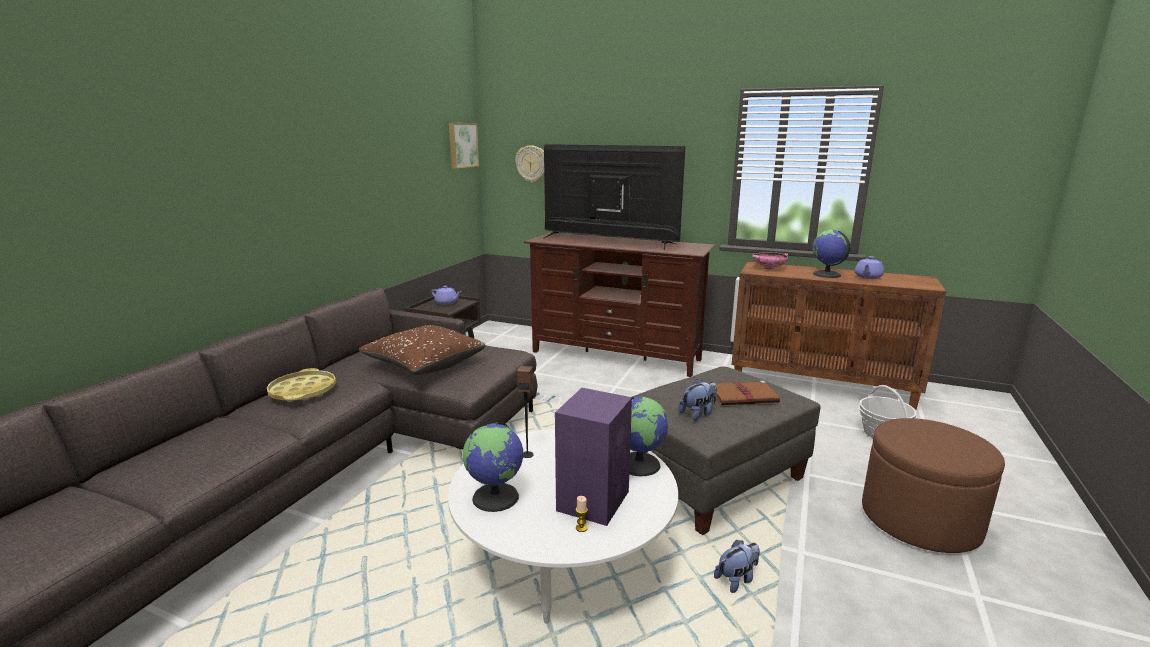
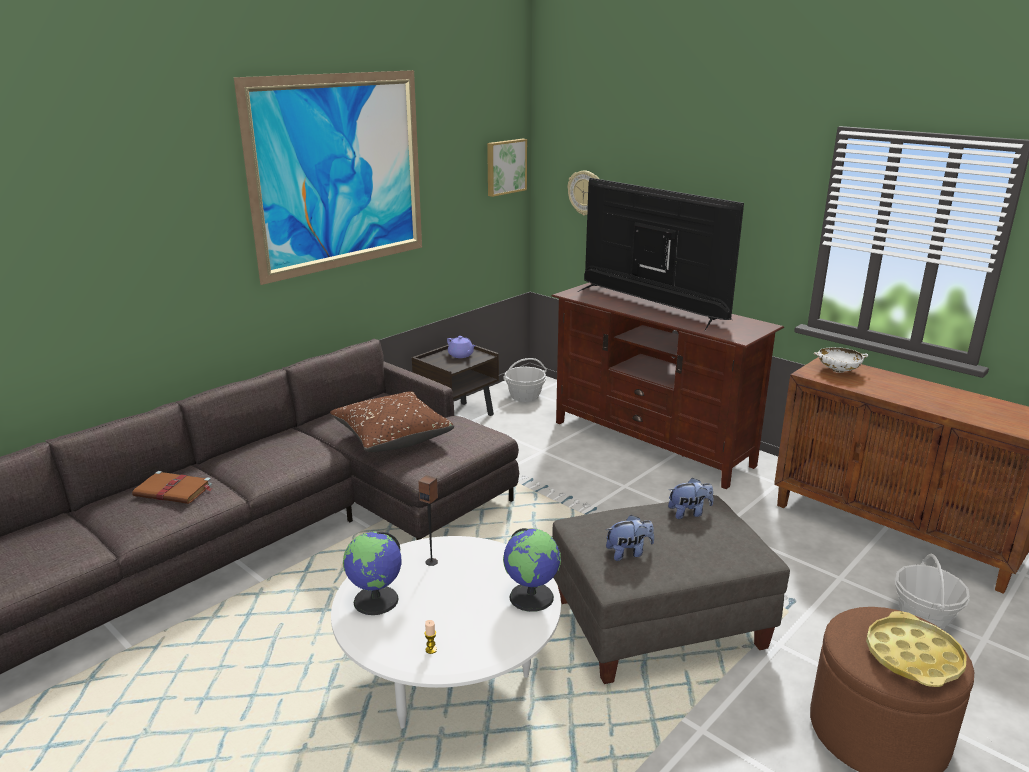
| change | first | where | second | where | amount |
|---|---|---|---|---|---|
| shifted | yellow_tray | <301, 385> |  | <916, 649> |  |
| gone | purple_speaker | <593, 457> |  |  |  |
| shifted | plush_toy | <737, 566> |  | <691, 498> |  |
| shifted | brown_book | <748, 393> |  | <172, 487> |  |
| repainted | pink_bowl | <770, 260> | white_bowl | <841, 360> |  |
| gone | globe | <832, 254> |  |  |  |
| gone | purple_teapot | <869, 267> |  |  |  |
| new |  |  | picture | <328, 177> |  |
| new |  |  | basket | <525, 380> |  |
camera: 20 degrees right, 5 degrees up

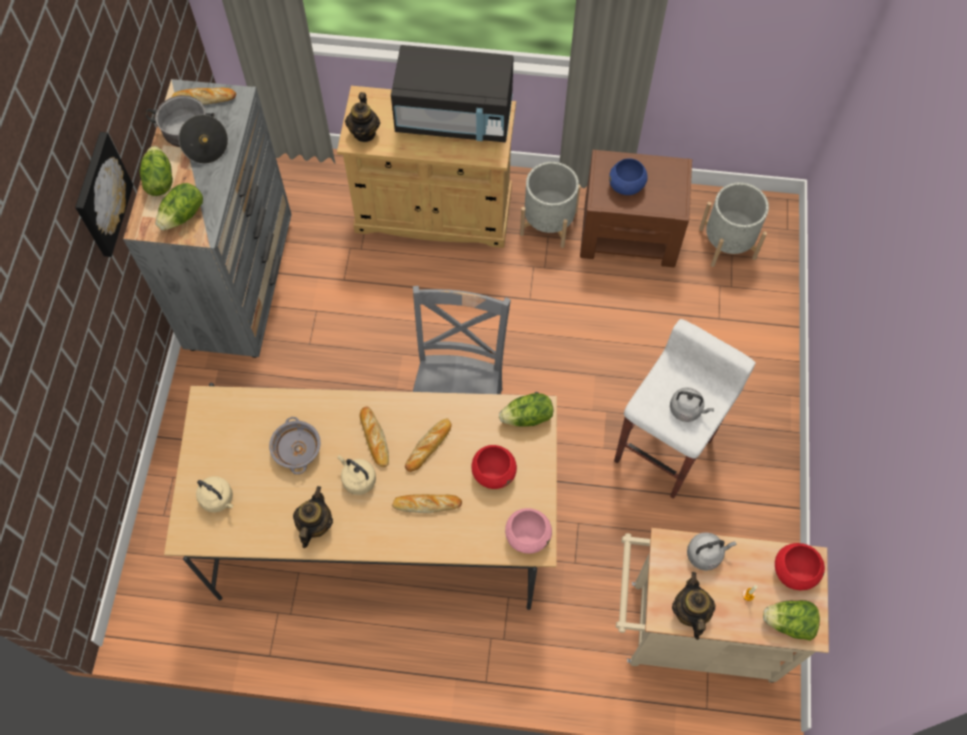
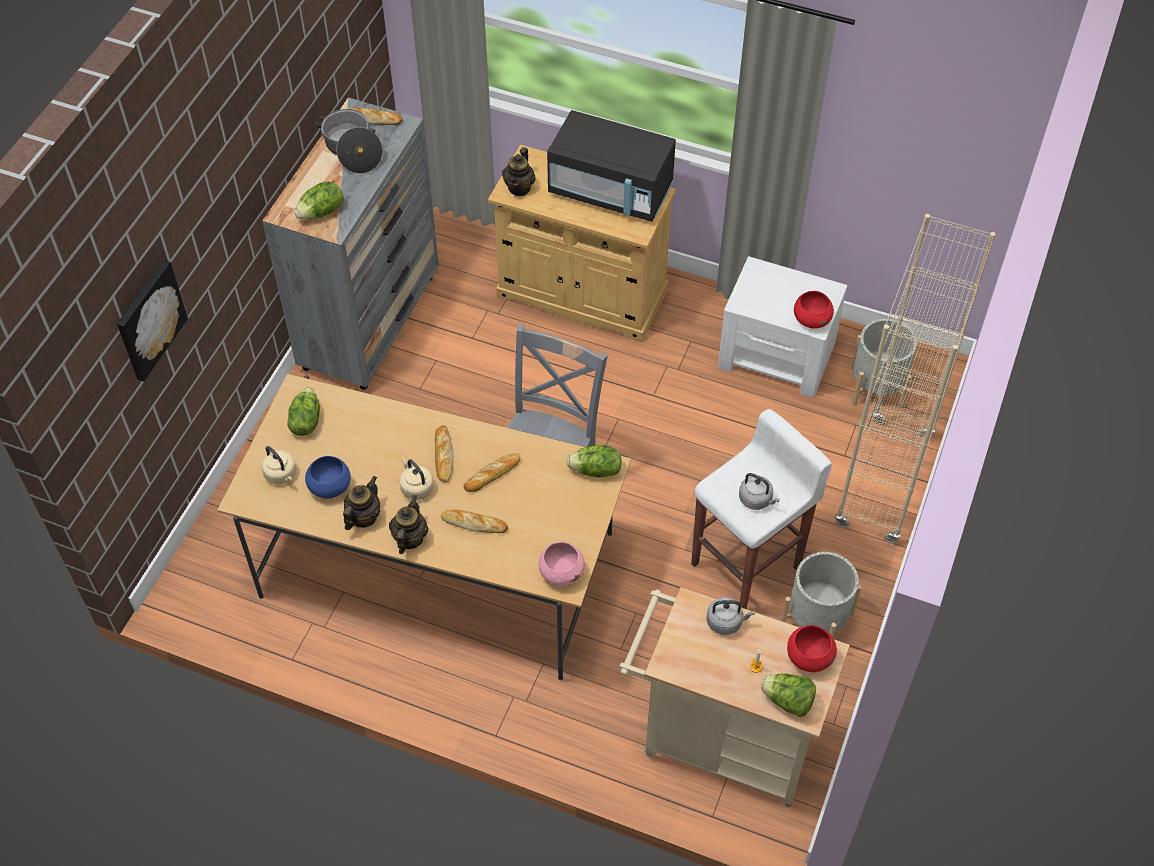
| change | first | where | second | where | amount |
|---|---|---|---|---|---|
| shifted | picture | <104, 194> |  | <152, 321> |  |
| shifted | lettuce | <156, 171> |  | <303, 411> |  |
| gone | grey_bowl | <295, 445> |  |  |  |
| shifted | red_bowl | <494, 467> |  | <814, 310> |  |
| shifted | grey_planter | <550, 205> |  | <821, 594> |  |
| repainted | brown_nightstand | <636, 208> | white_nightstand | <782, 326> |  |
| shifted | blue_bowl | <628, 176> |  | <328, 477> |  |
| shifted | teapot | <694, 606> |  | <408, 524> |  |
| new |  |  | beige_bookcase | <915, 379> |  |
camera: 15 degrees right, 10 degrees down

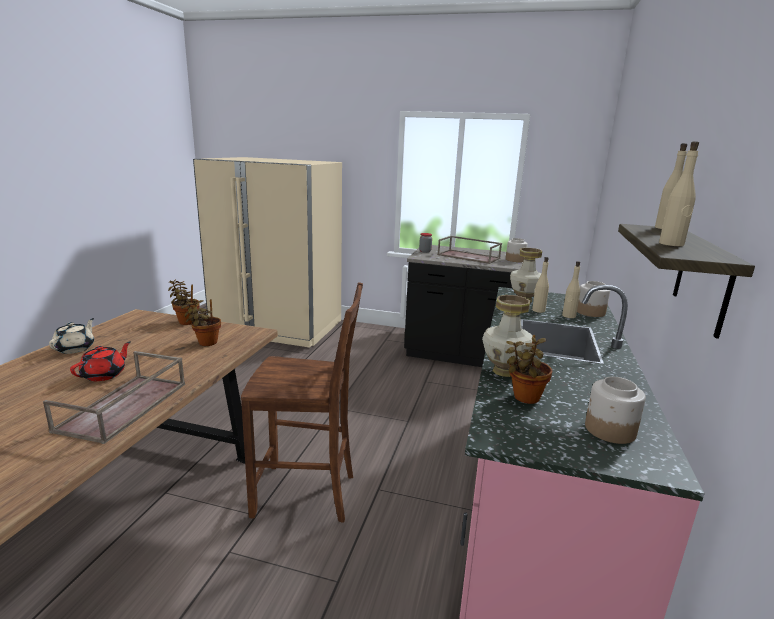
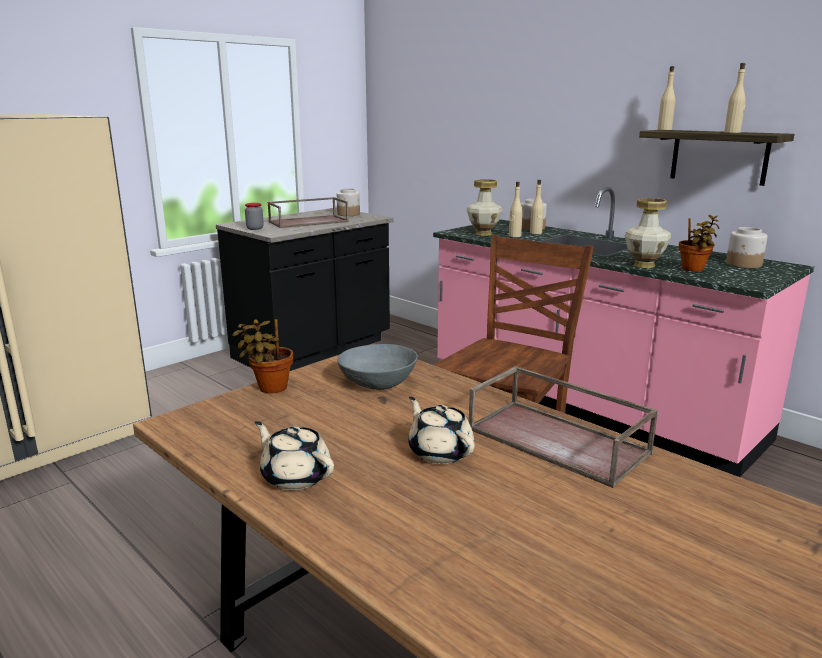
| change | first | where | second | where | amount |
|---|---|---|---|---|---|
| repainted | red_teapot | <100, 361> | beige_teapot | <441, 430> |  |
| swapped | potted_plant | <201, 322> | grey_bowl | <377, 367> |  |
camera: 60 degrees left, 0 degrees up

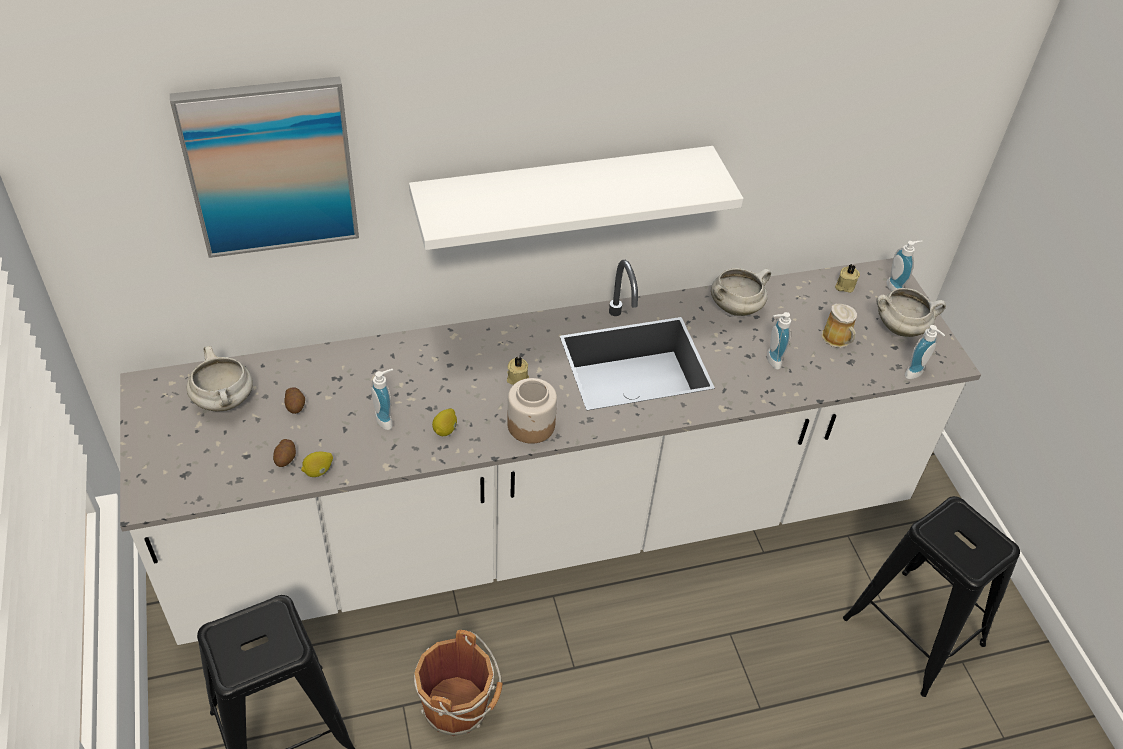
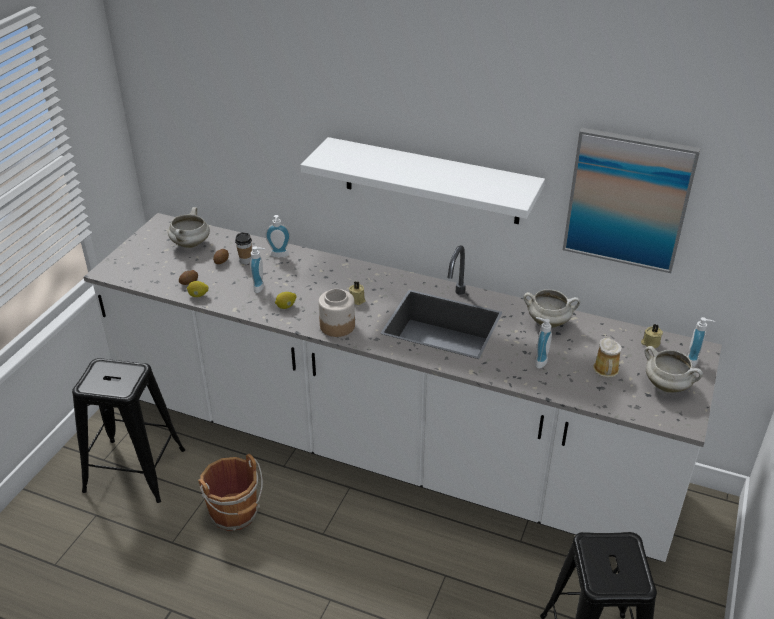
| change | first | where | second | where | amount |
|---|---|---|---|---|---|
| shifted | picture | <264, 167> |  | <632, 200> |  |
| shifted | soap_dispenser | <925, 352> |  | <278, 236> |  |
| new |  |  | cup | <243, 248> |  |
camera: 40 degrees right, 10 degrees down

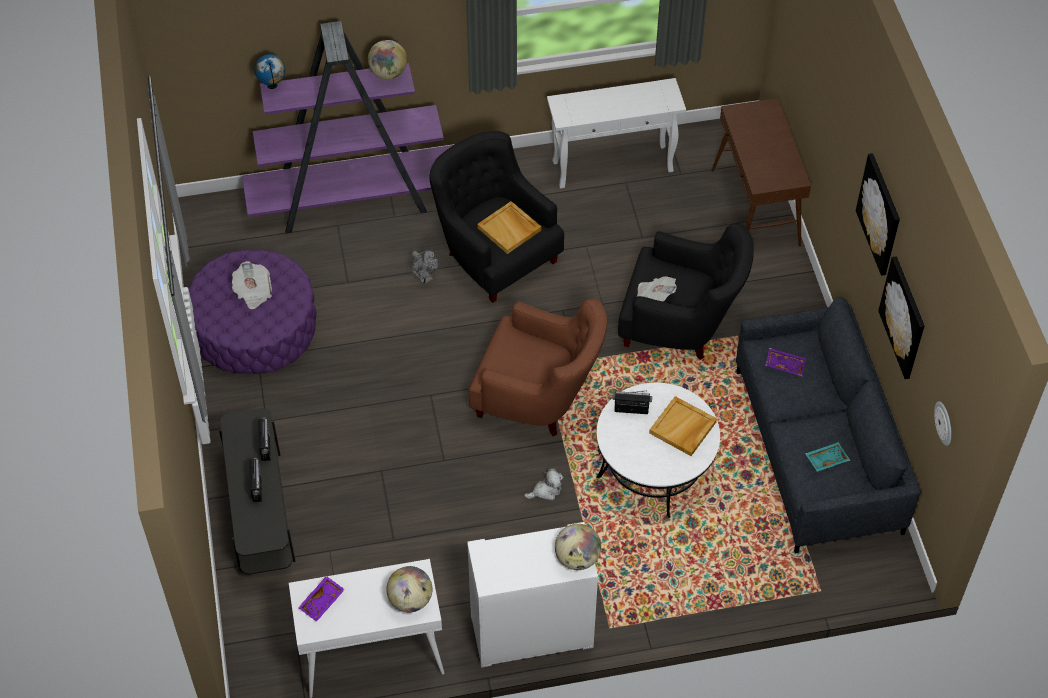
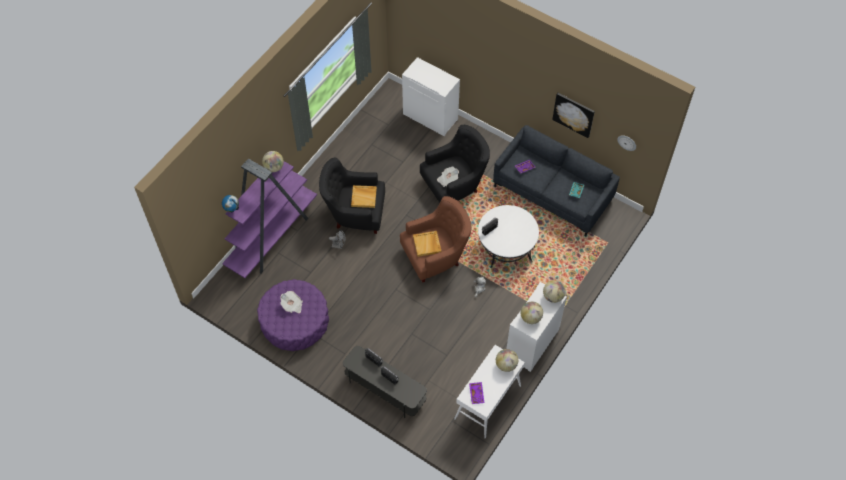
| change | first | where | second | where | amount |
|---|---|---|---|---|---|
| gone | white_console_table | <616, 133> |  |  |  |
| shifted | beige_tray | <683, 426> |  | <427, 244> |  |
| swapped | brown_console_table | <761, 172> | white_cabinet | <431, 96> |  |
| gone | picture | <878, 214> |  |  |  |
| new |  |  | globe | <532, 313> |  |
camera: 45 degrees left, 5 degrees up

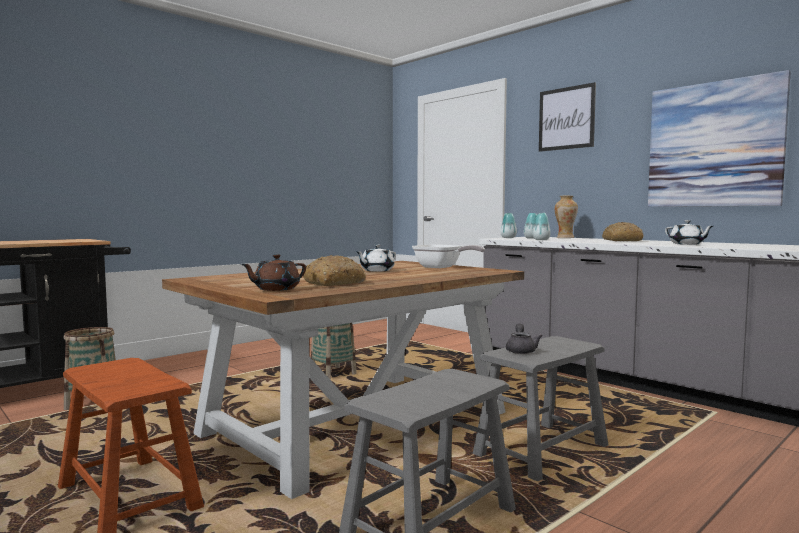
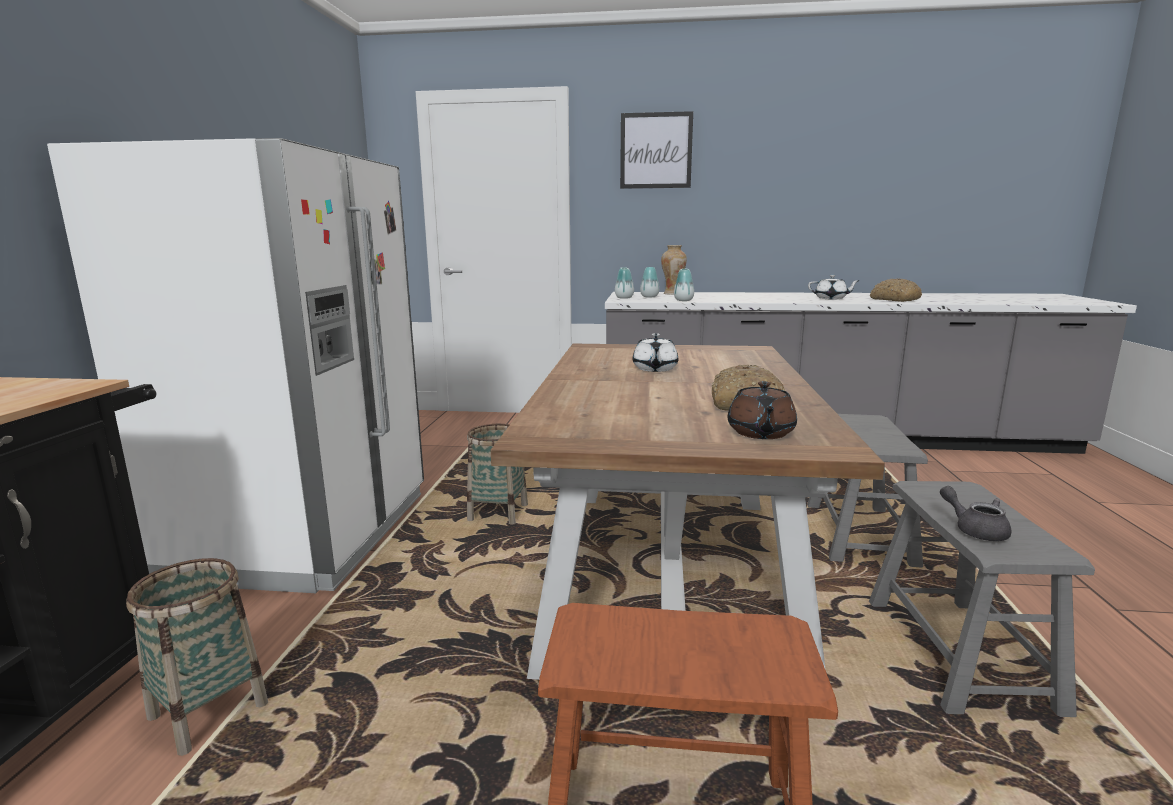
| change | first | where | second | where | amount |
|---|---|---|---|---|---|
| gone | frying_pan | <448, 256> |  |  |  |
| shifted | grey_teapot | <524, 339> |  | <976, 513> |  |
| shifted | bread | <623, 231> |  | <896, 290> |  |
| gone | picture | <719, 138> |  |  |  |
| new |  |  | white_fridge | <235, 365> |  |
camera: 40 degrees left, 10 degrees up

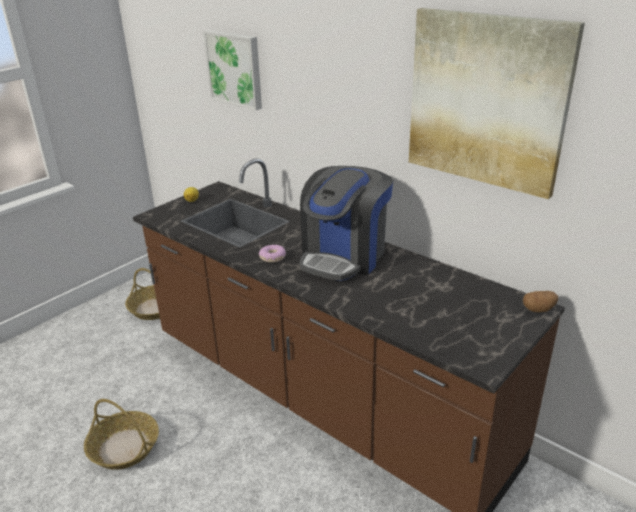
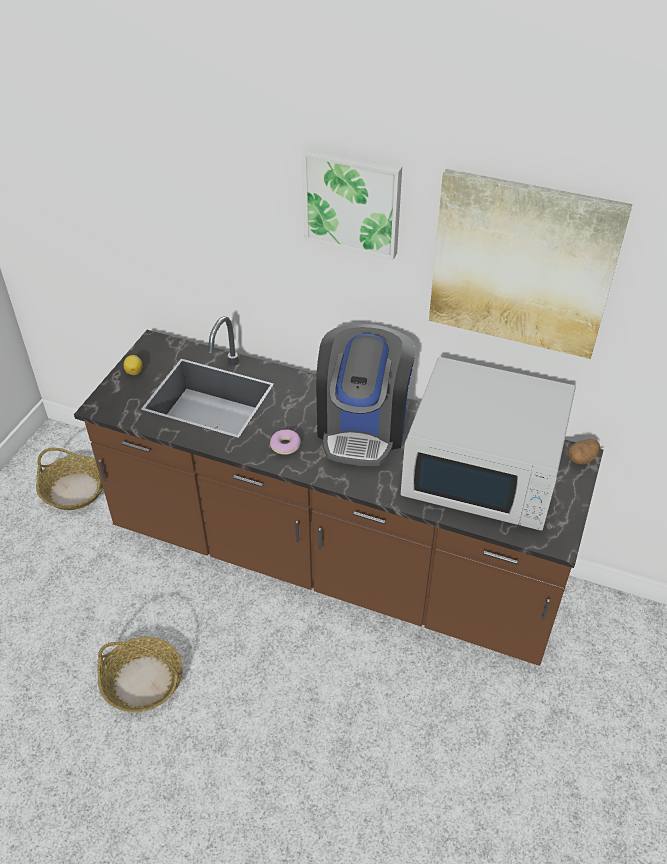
| change | first | where | second | where | amount |
|---|---|---|---|---|---|
| shifted | picture | <232, 70> |  | <352, 204> |  |
| new |  |  | white_microwave | <488, 443> |  |
camera: 20 degrees left, 15 degrees up

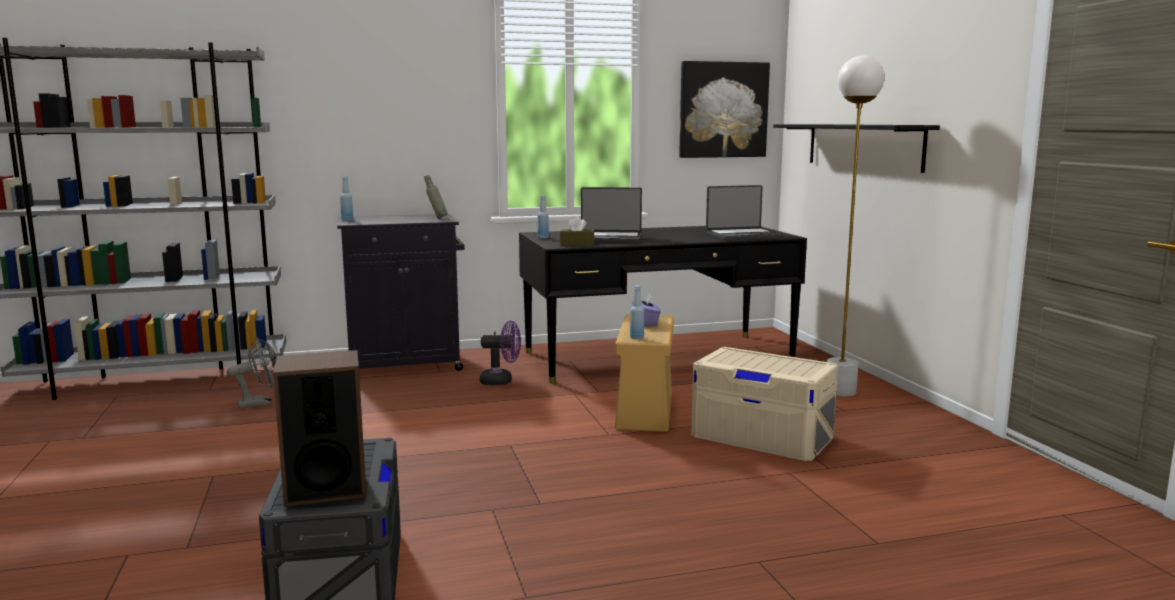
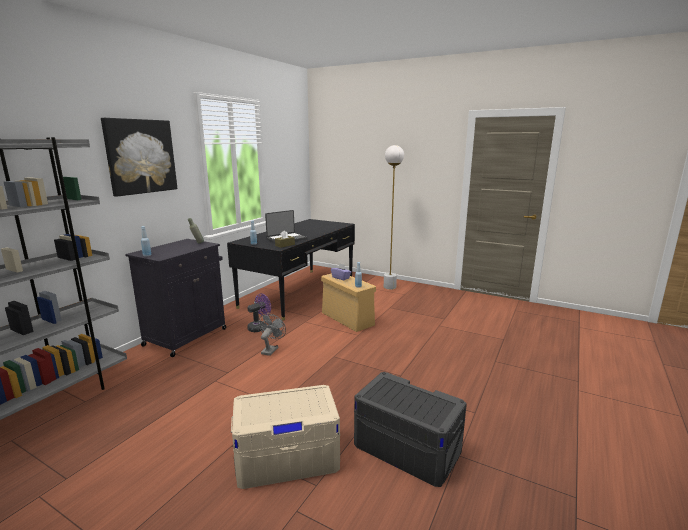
| change | first | where | second | where | amount |
|---|---|---|---|---|---|
| shifted | grey_fan | <252, 372> |  | <272, 335> |  |
| gone | speaker | <319, 428> |  |  |  |
| shifted | picture | <724, 109> |  | <139, 157> |  |
| shifted | beige_storage_box | <764, 404> |  | <285, 437> |  |
| gone | laptop | <743, 212> |  |  |  |
| gone | black_shelf | <856, 148> |  |  |  |
camera: 45 degrees left, 5 degrees up

